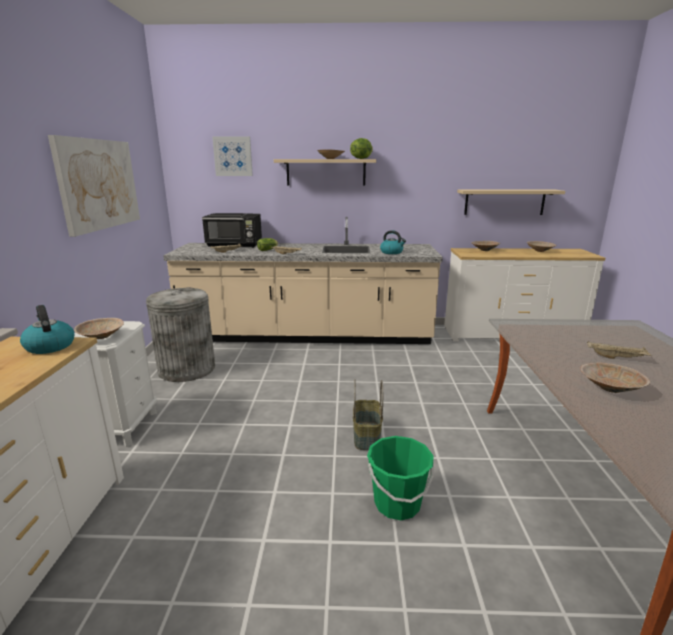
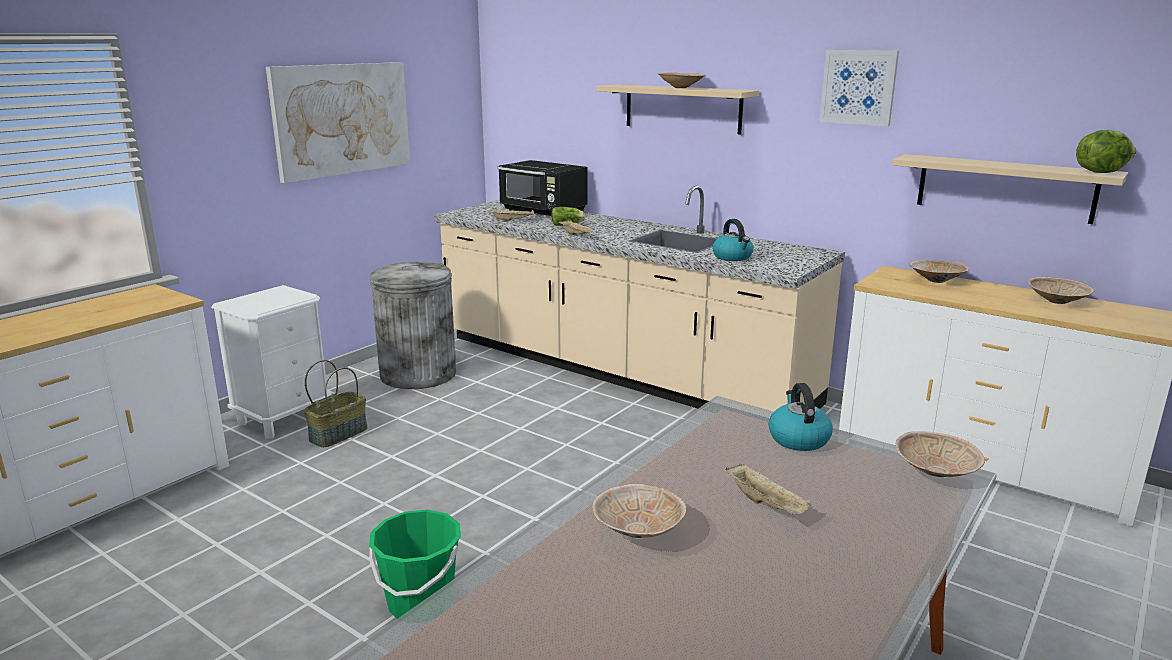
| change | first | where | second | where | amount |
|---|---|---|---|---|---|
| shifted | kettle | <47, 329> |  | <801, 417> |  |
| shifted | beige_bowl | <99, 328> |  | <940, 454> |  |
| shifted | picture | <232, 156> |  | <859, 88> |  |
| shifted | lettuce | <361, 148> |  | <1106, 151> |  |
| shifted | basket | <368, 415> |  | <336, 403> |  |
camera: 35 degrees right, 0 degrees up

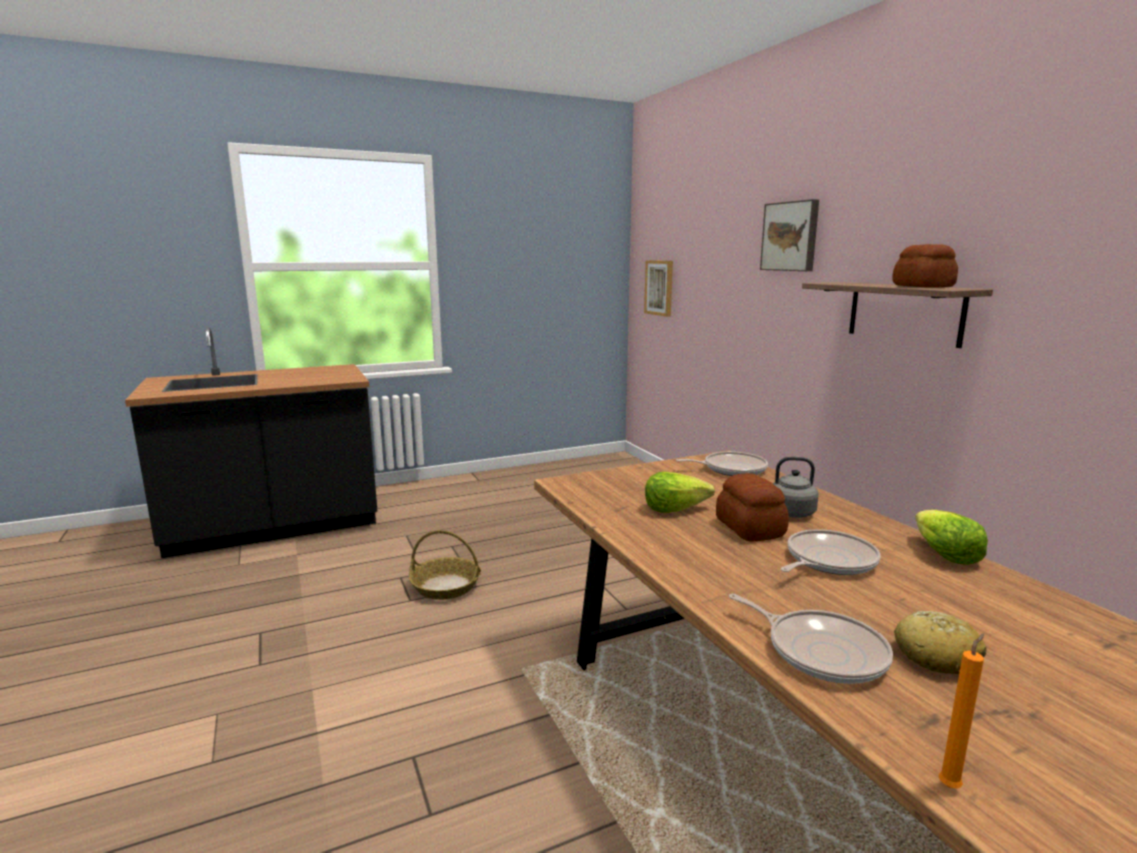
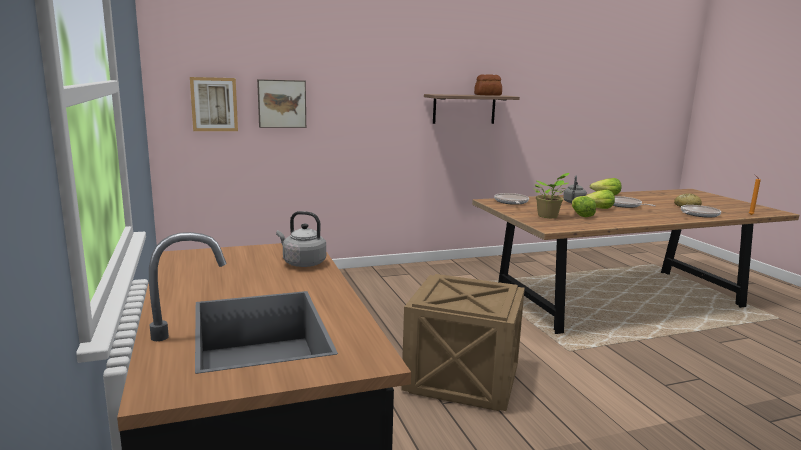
| change | first | where | second | where | amount |
|---|---|---|---|---|---|
| swapped | basket | <445, 565> | crate | <463, 342> |  |
| swapped | bread | <752, 507> | lettuce | <600, 199> |  |
| shifted | picture | <789, 235> |  | <281, 103> |  |
| new |  |  | grey_kettle | <301, 239> |  |
| new |  |  | potted_plant | <552, 195> |  |
camera: 85 degrees left, 0 degrees up

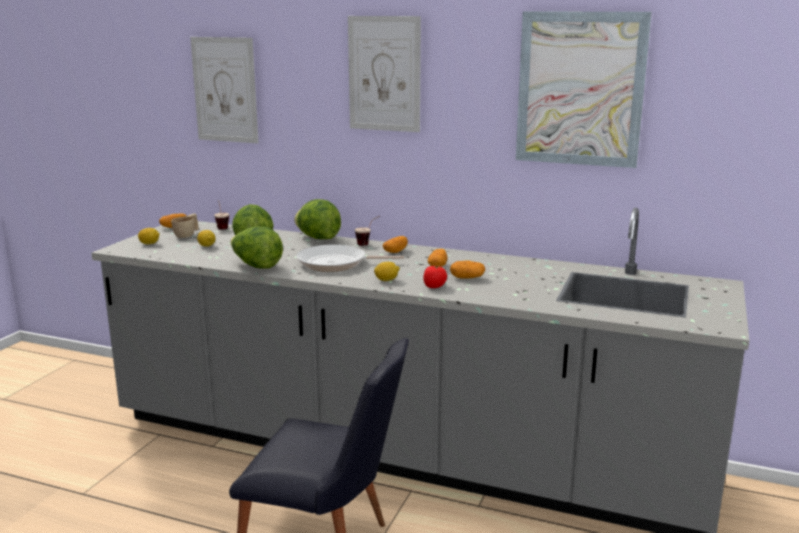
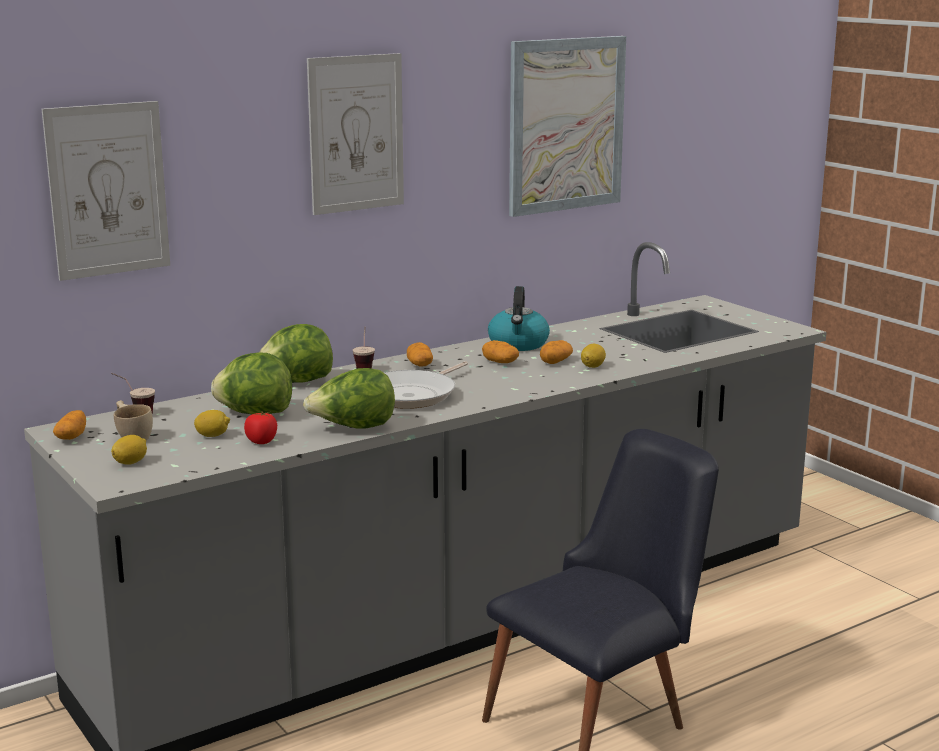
| change | first | where | second | where | amount |
|---|---|---|---|---|---|
| shifted | lemon | <387, 271> |  | <593, 356> |  |
| shifted | tomato | <435, 276> |  | <260, 427> |  |
| new |  |  | kettle | <519, 318> |  |
camera: 55 degrees left, 0 degrees up

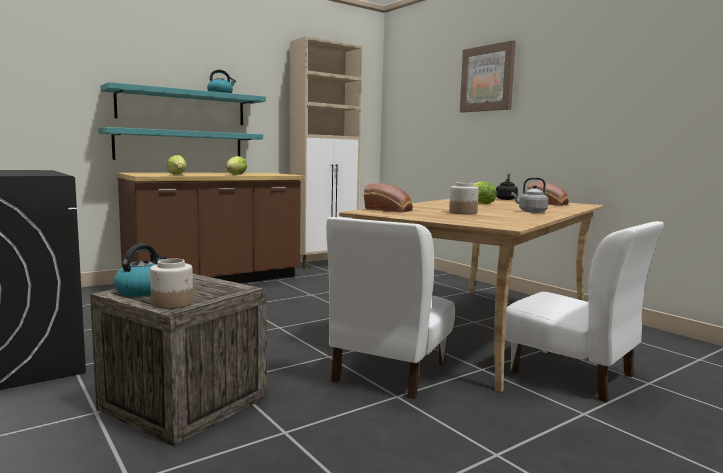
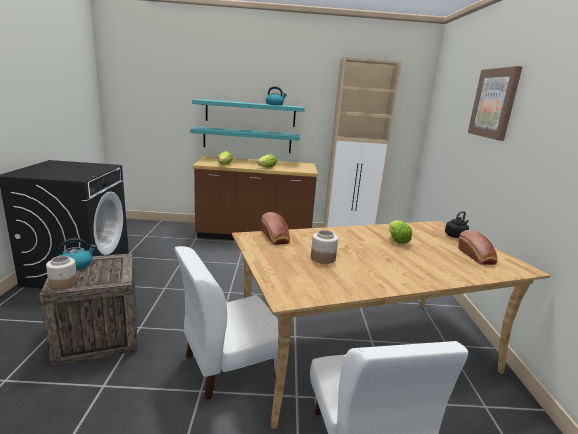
| change | first | where | second | where | amount |
|---|---|---|---|---|---|
| gone | grey_kettle | <529, 195> |  |  |  |
camera: 35 degrees right, 10 degrees up

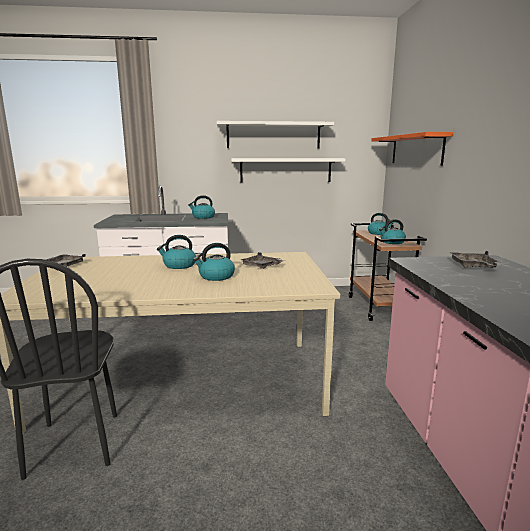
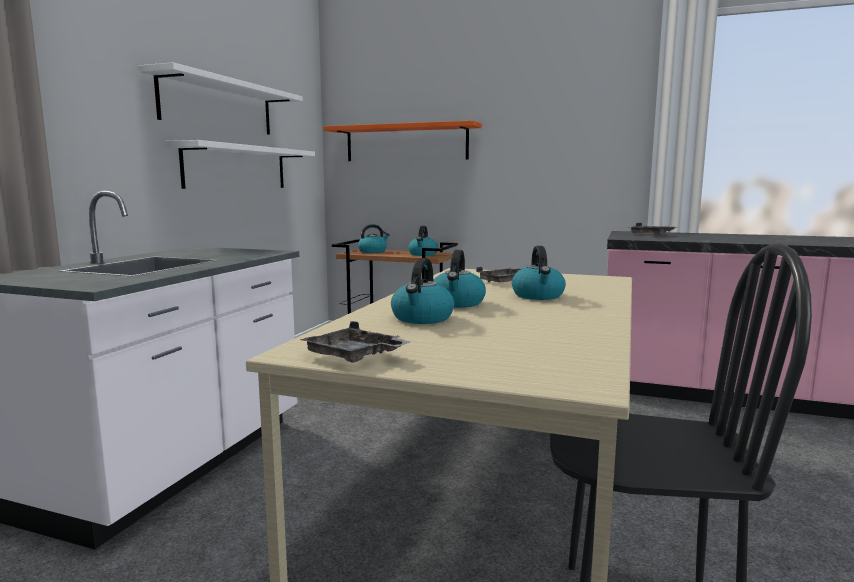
| change | first | where | second | where | amount |
|---|---|---|---|---|---|
| shifted | kettle | <201, 207> |  | <422, 291> |  |
camera: 65 degrees left, 5 degrees down

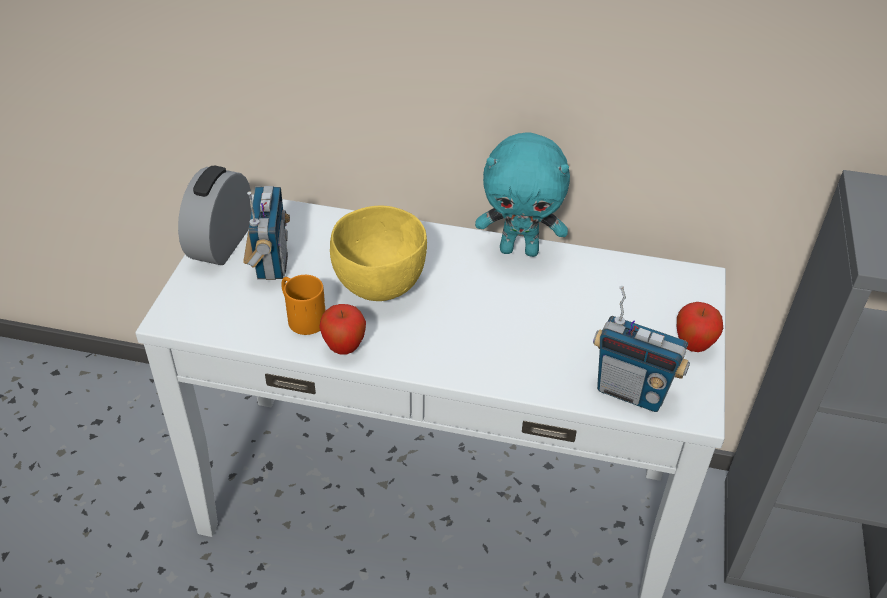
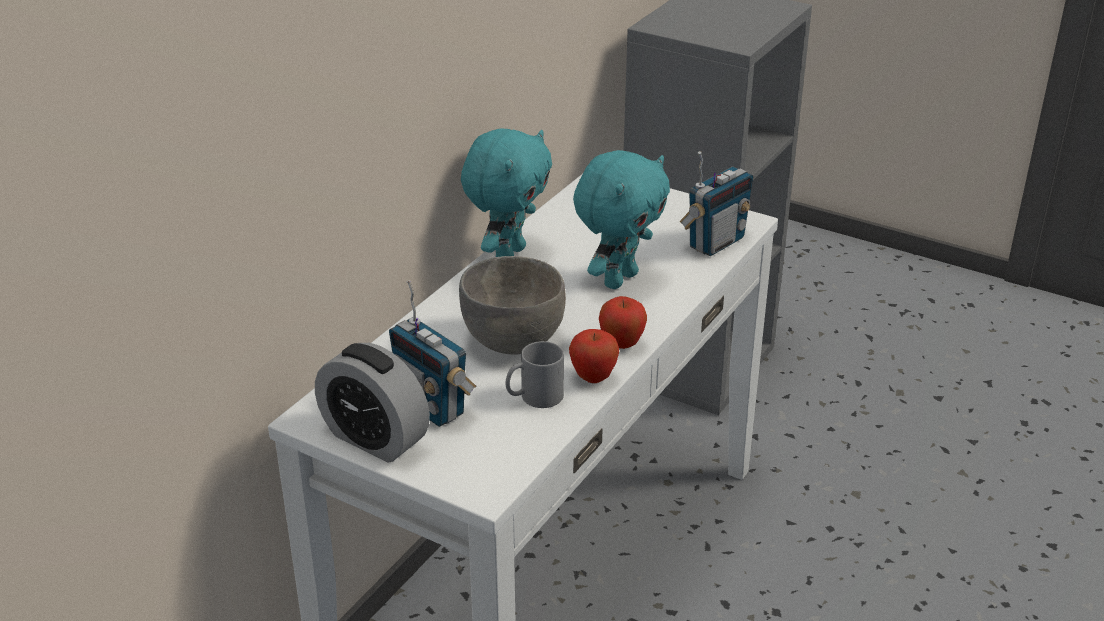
| change | first | where | second | where | amount |
|---|---|---|---|---|---|
| rotated | radio | <266, 233> |  | <432, 353> | 150 degrees counterclockwise |
| repainted | orange_mug | <303, 305> | grey_mug | <534, 374> |  |
| repainted | yellow_bowl | <378, 253> | grey_bowl | <512, 305> |  |
| shifted | apple | <700, 327> |  | <623, 322> |  |
| new |  |  | turquoise_plush_toy | <621, 219> |  |
camera: 70 degrees left, 10 degrees down

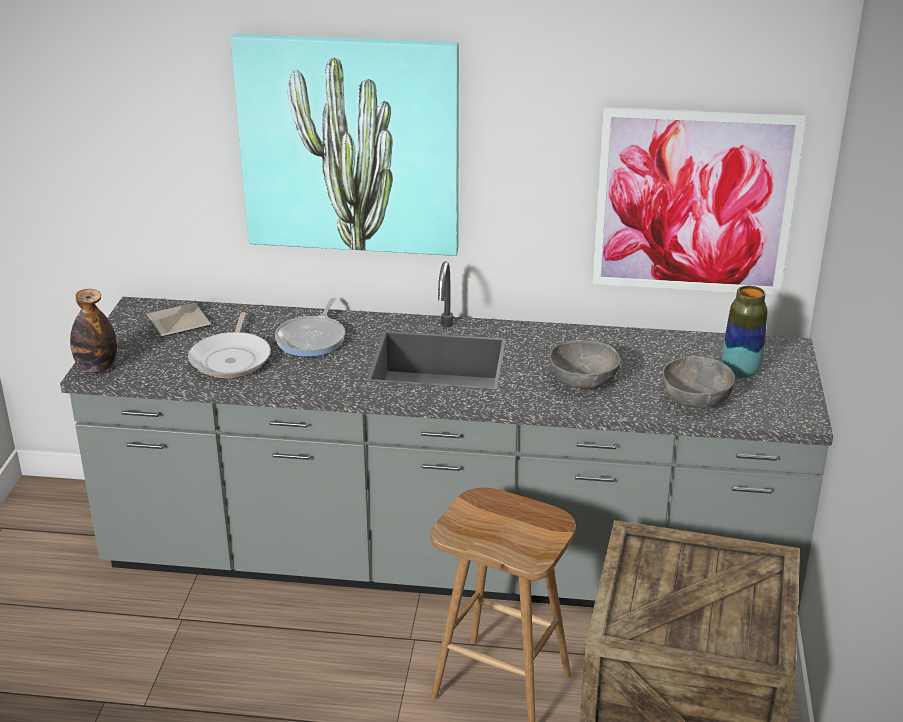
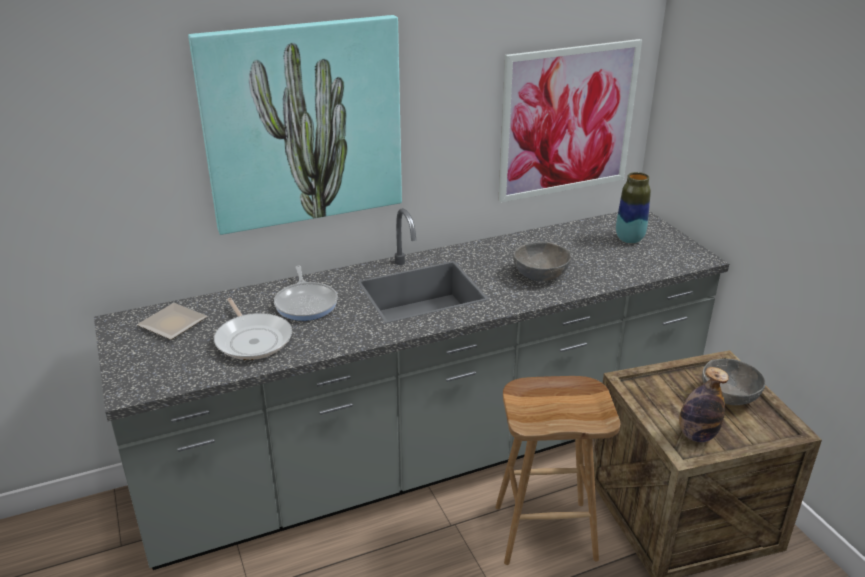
| change | first | where | second | where | amount |
|---|---|---|---|---|---|
| shifted | bottle | <93, 331> |  | <704, 404> |  |
| shifted | grey_bowl | <698, 381> |  | <734, 382> |  |
camera: 30 degrees left, 0 degrees up

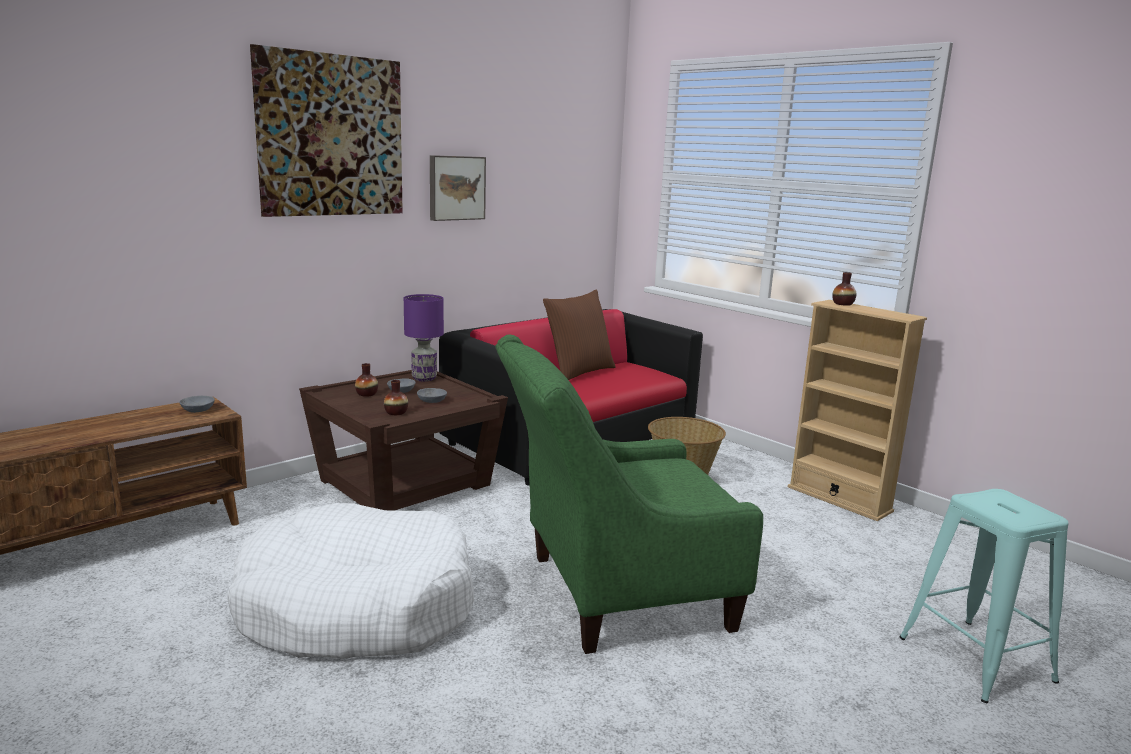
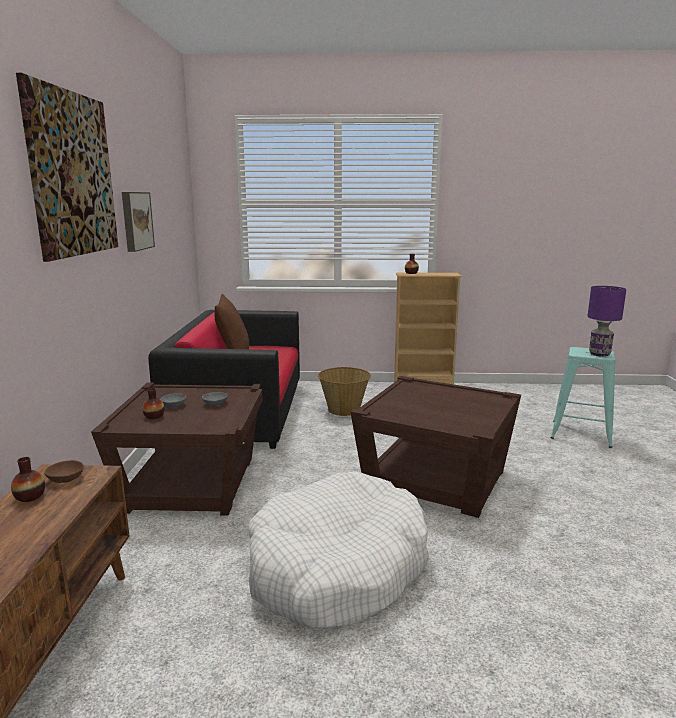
| change | first | where | second | where | amount |
|---|---|---|---|---|---|
| repainted | grey_bowl | <197, 404> | brown_bowl | <64, 471> |  |
| shifted | vase | <396, 397> |  | <28, 479> |  |
| shifted | purple_table_lamp | <424, 338> |  | <607, 321> |  |
| swapped | green_armchair | <629, 494> | brown_side_table | <435, 447> |  |
camera: 45 degrees left, 0 degrees up

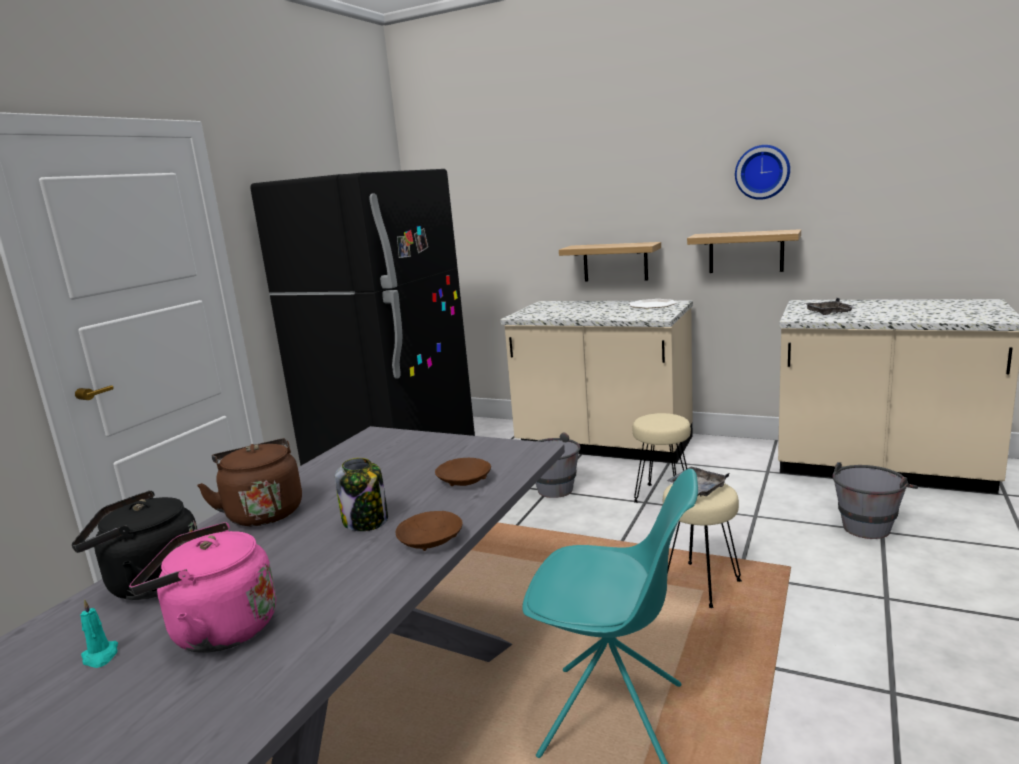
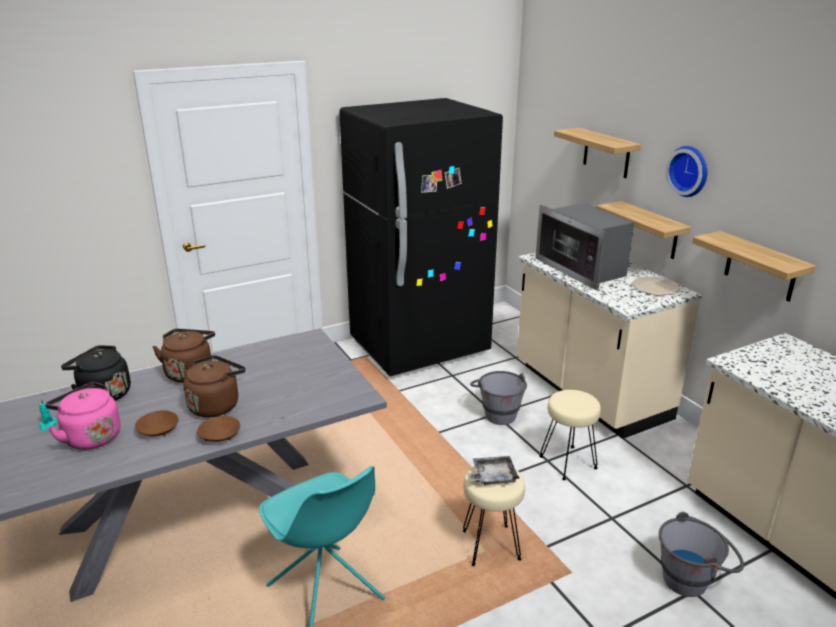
| change | first | where | second | where | amount |
|---|---|---|---|---|---|
| swapped | jar | <361, 494> | brown_kettle | <214, 386> |  |
| shifted | brown_bowl | <463, 472> |  | <157, 423> |  |
| shifted | wall_clock | <762, 172> |  | <686, 171> |  |
| gone | grey_tray | <829, 306> |  |  |  |
| new |  |  | microwave | <584, 246> |  |
| new |  |  | shelf | <597, 153> |  |
camera: 35 degrees right, 10 degrees up

